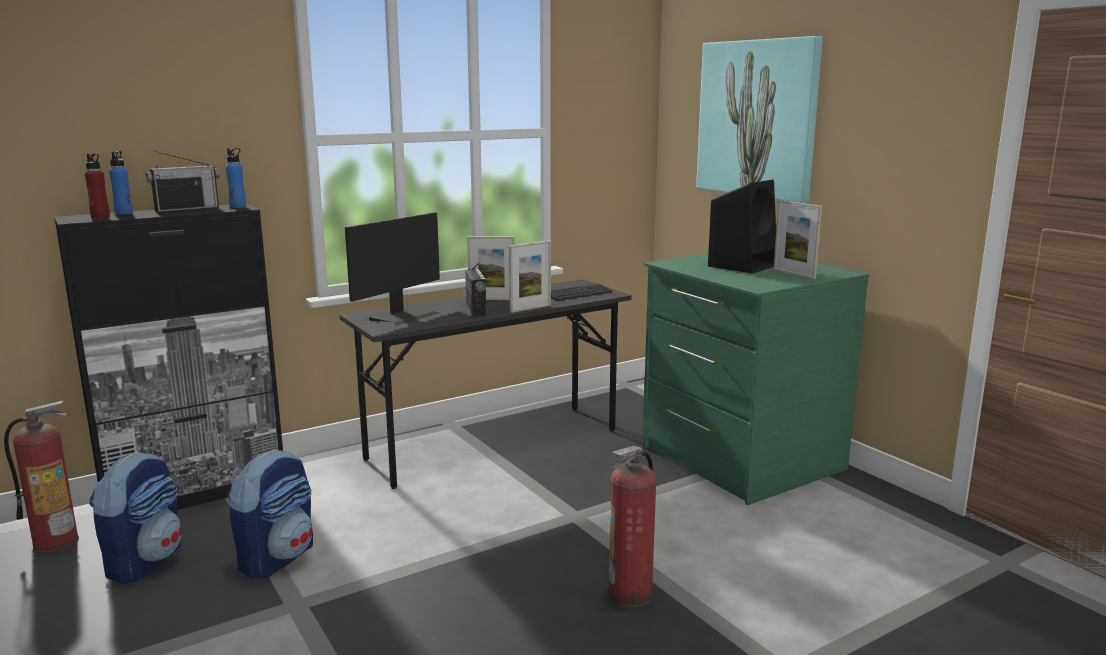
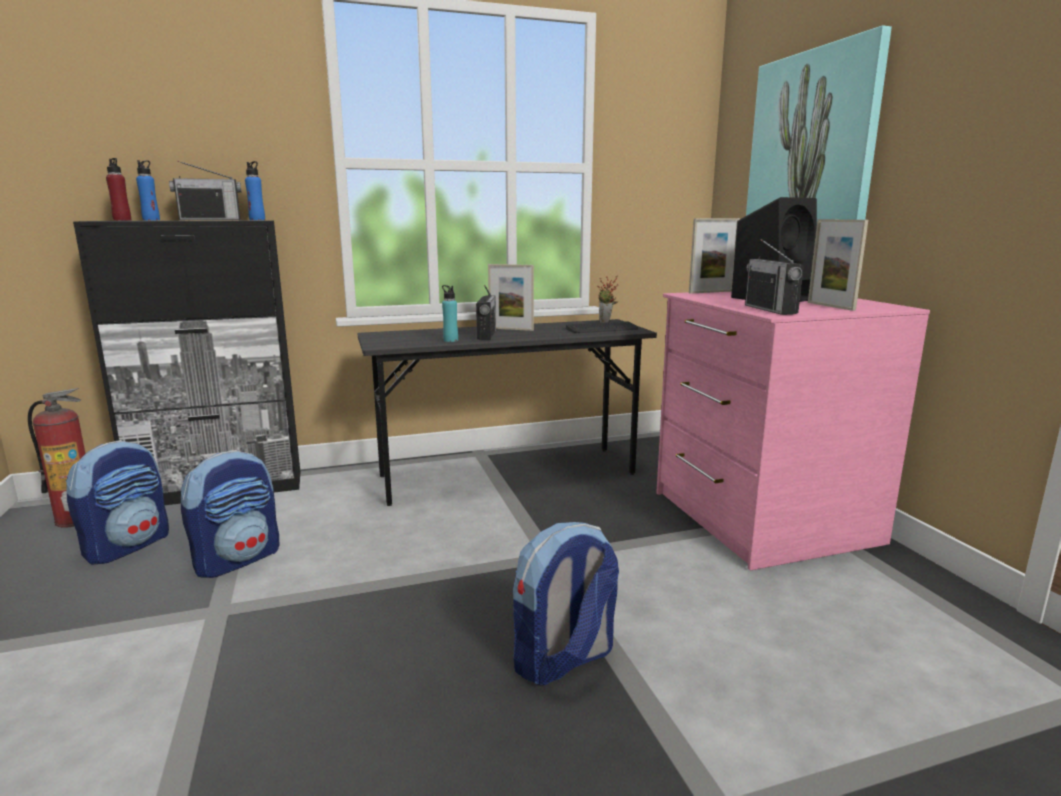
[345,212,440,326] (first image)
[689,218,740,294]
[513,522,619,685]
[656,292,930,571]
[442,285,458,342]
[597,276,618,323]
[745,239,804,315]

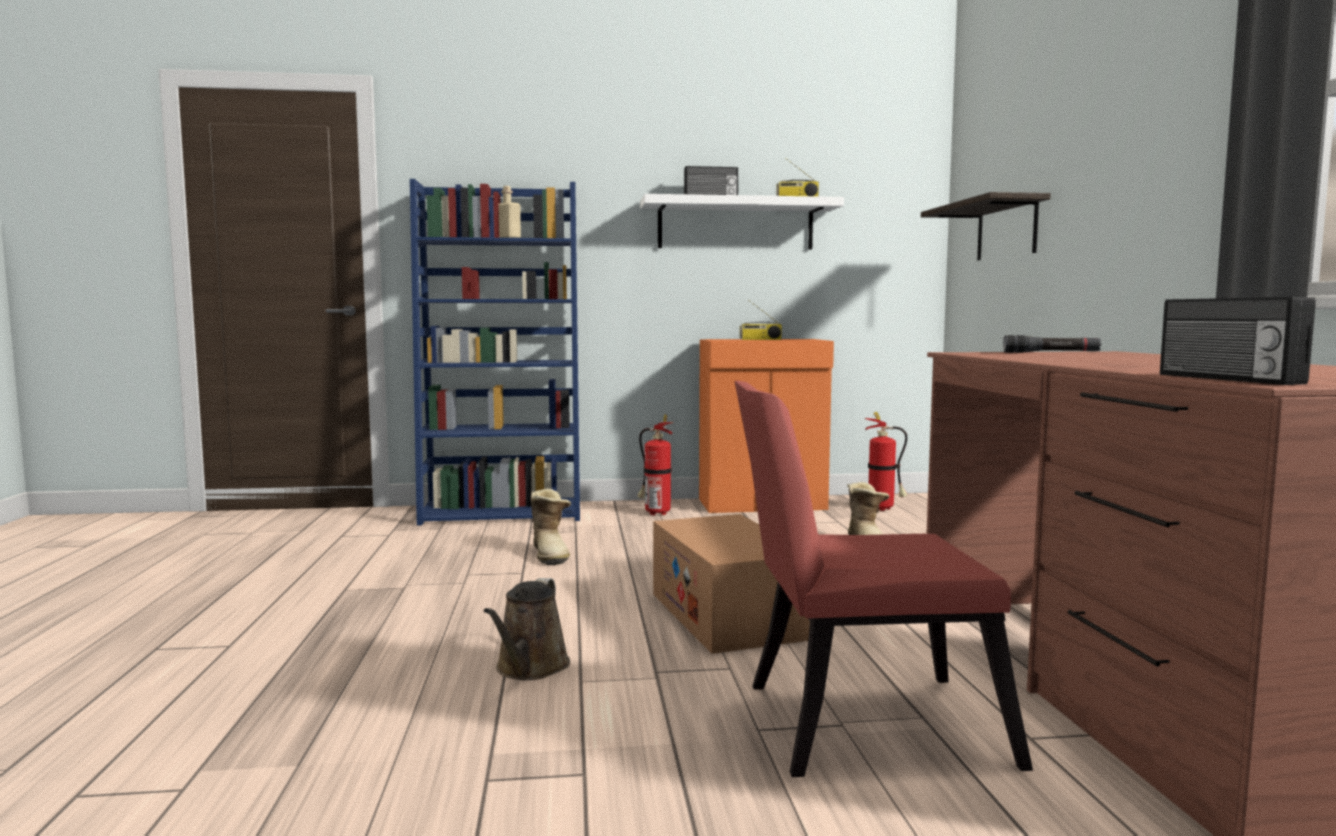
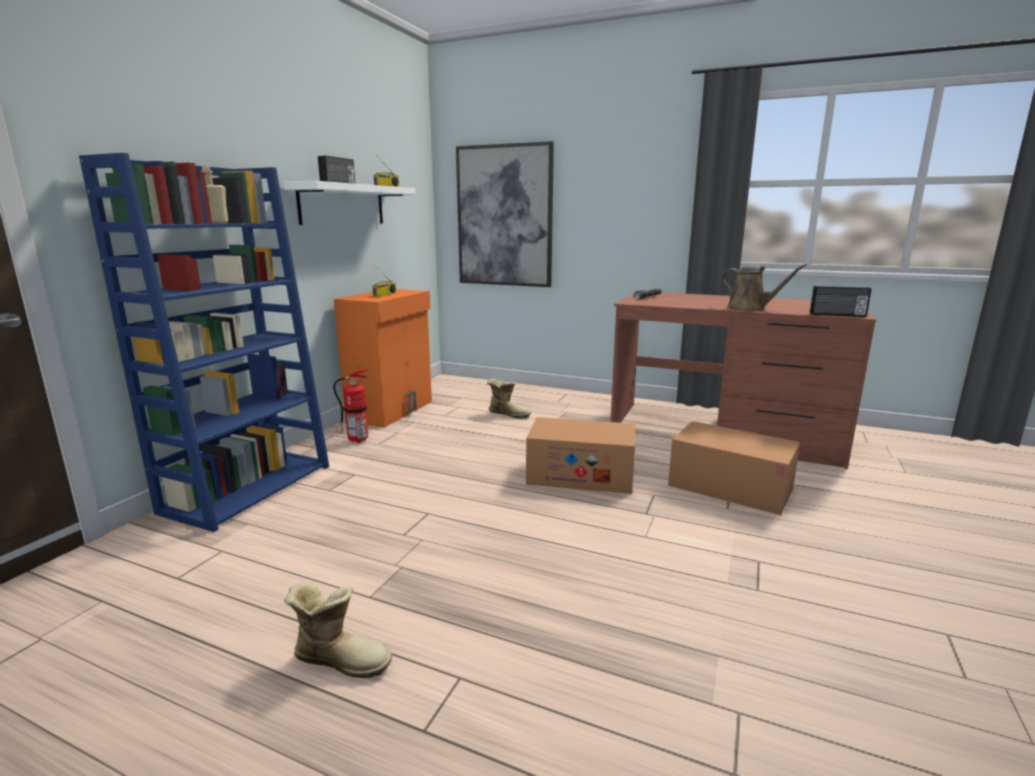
[722,264,807,311]
[284,583,392,678]
[668,421,800,515]
[864,411,907,511] (first image)
[456,141,554,287]

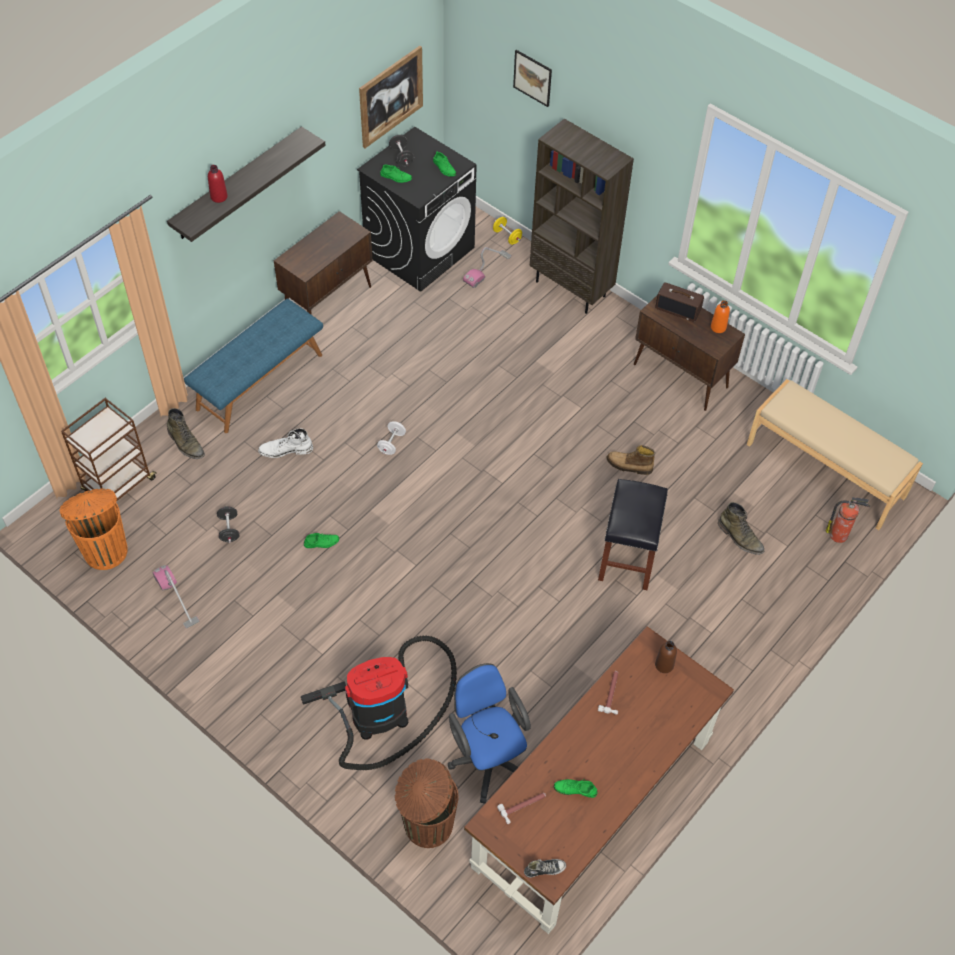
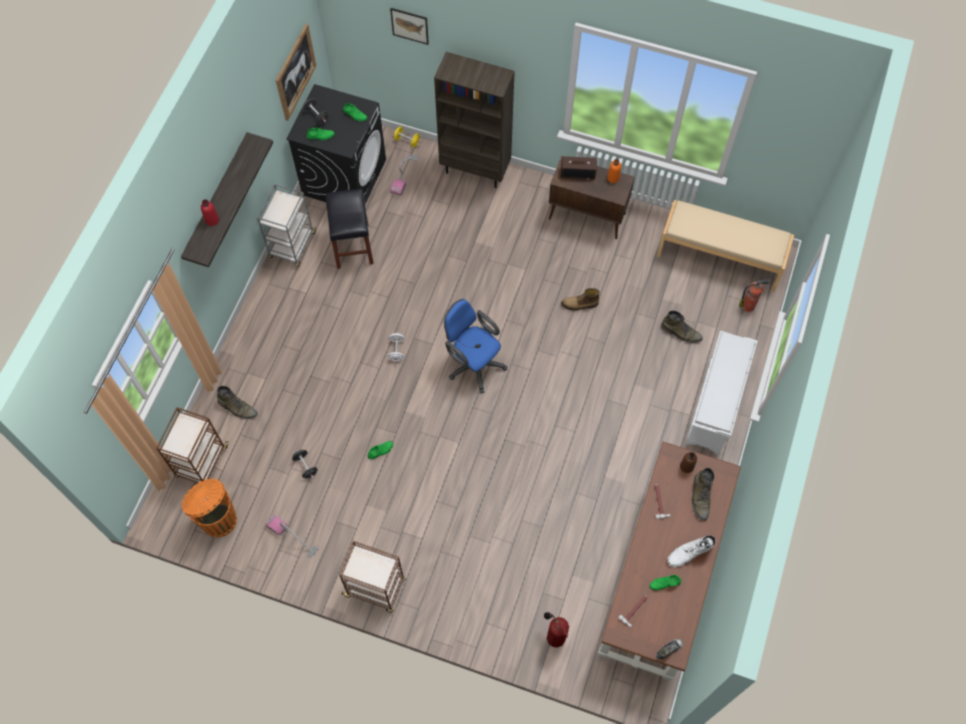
[184,299,323,433] (first image)
[667,535,716,567]
[257,184,316,266]
[301,635,457,770] (first image)
[544,612,569,648]
[444,299,507,394]
[325,189,374,269]
[339,541,405,613]
[686,331,757,455]
[692,468,714,521]

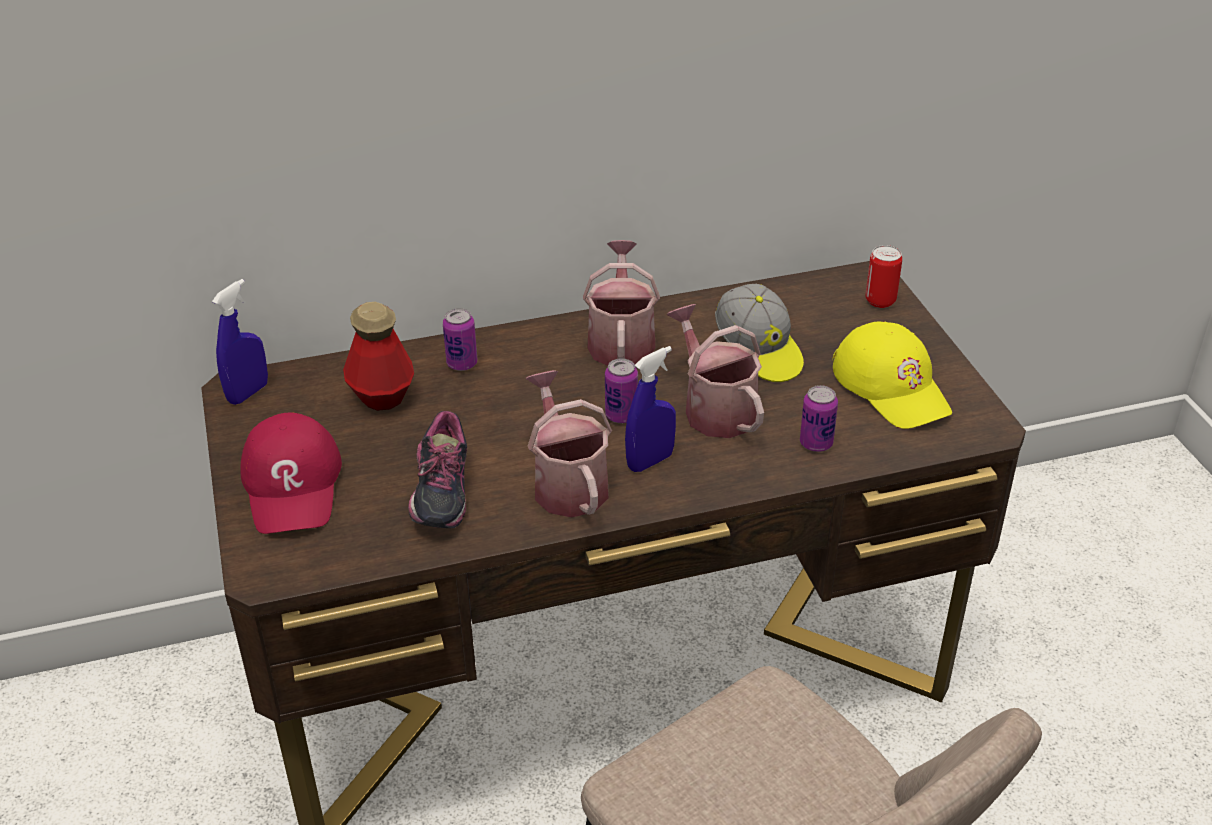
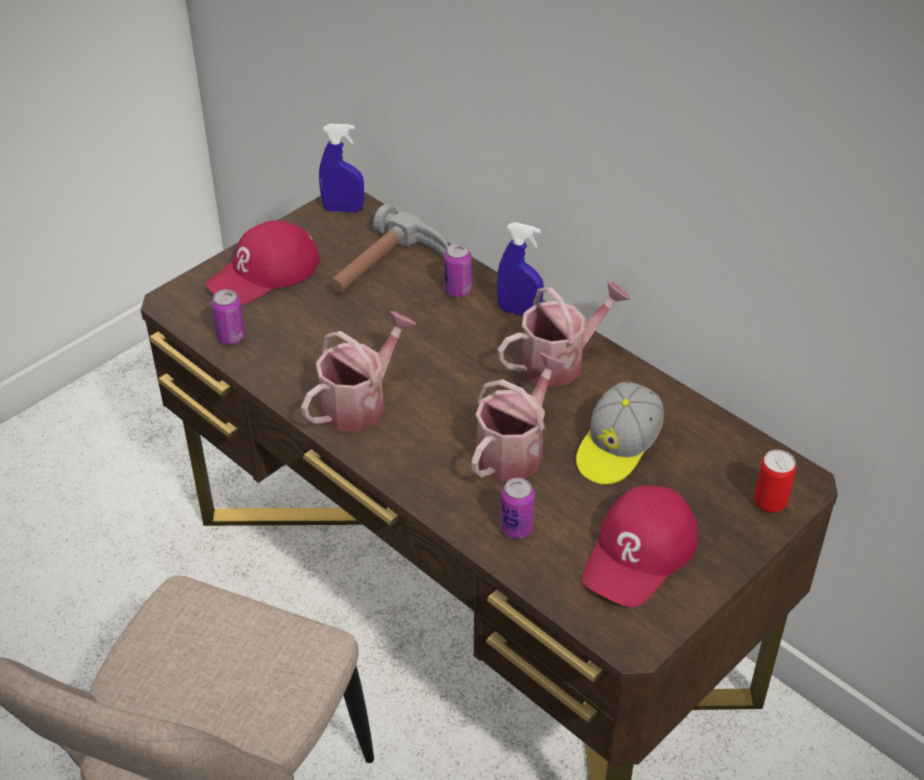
[331,204,448,293]
[408,411,467,528] (first image)
[211,289,245,345]
[497,222,544,316]
[582,485,698,607]

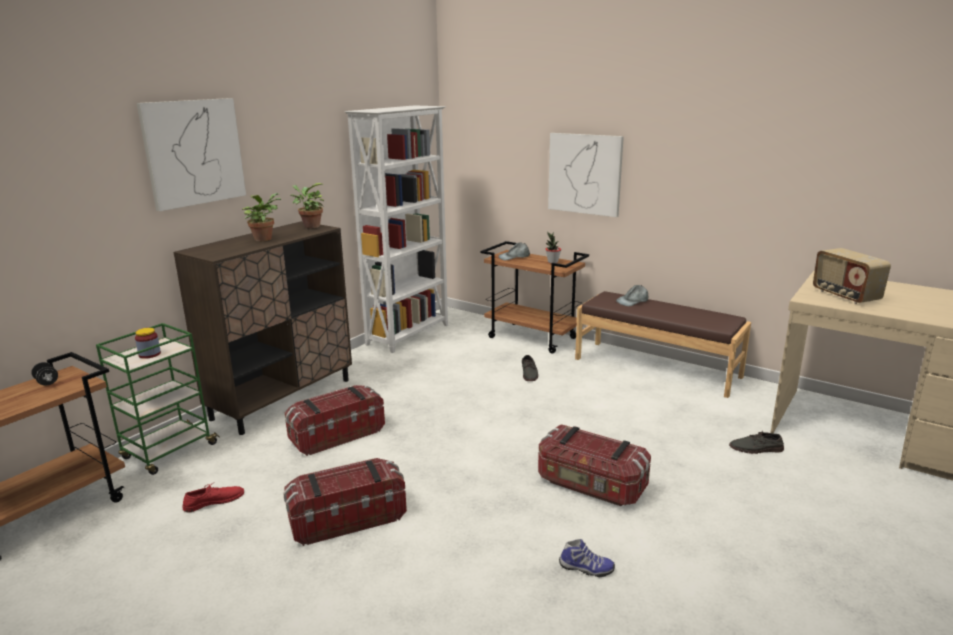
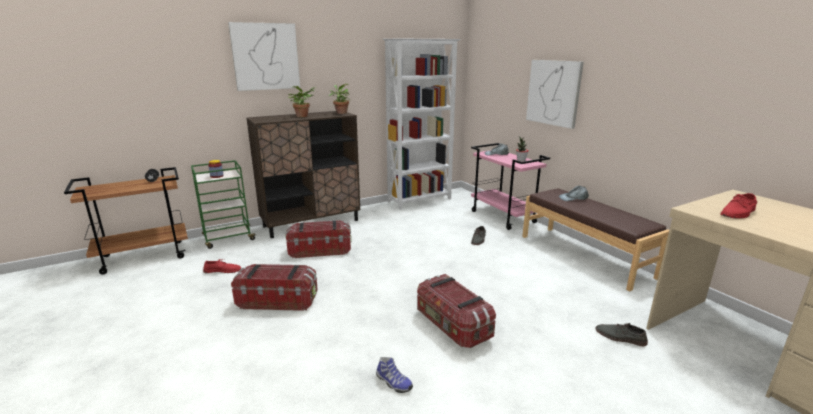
[471,143,550,230]
[720,193,757,219]

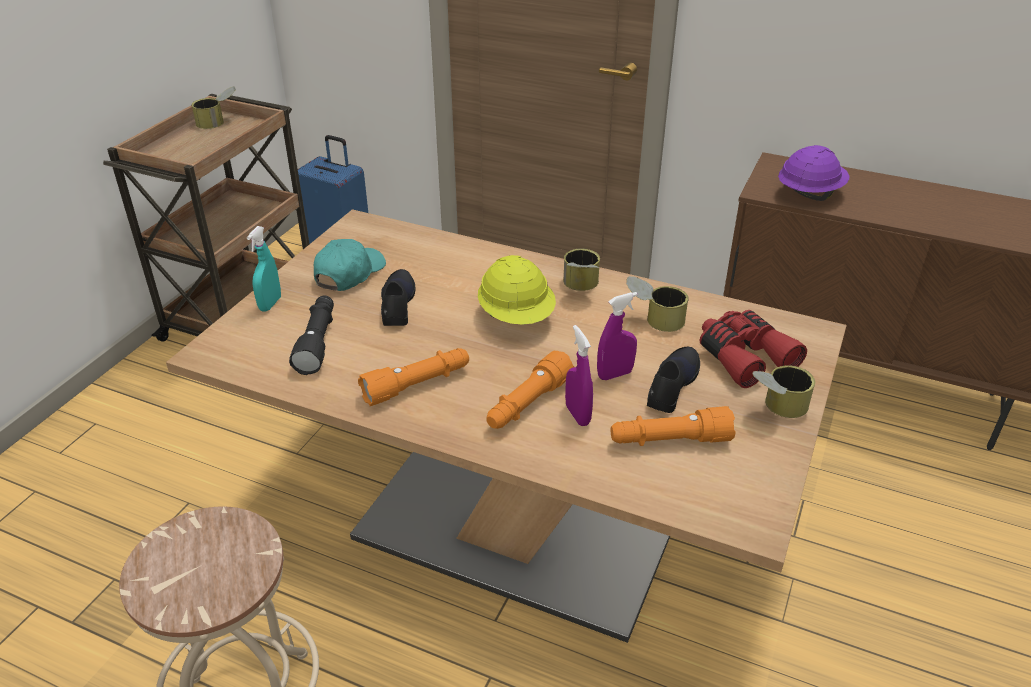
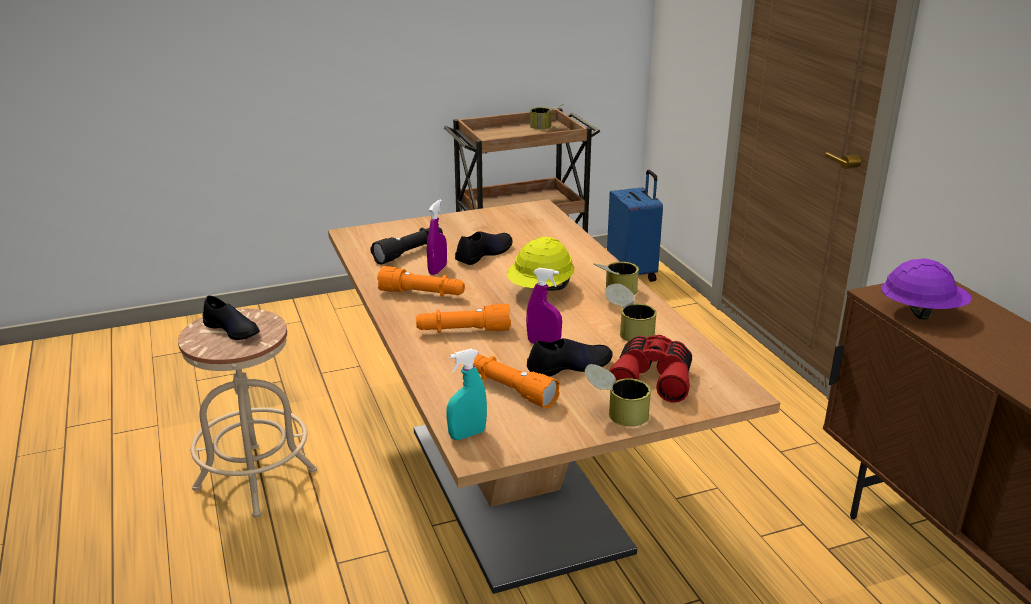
[447,349,487,440]
[314,239,386,291] (first image)
[427,200,447,275]
[203,295,260,340]

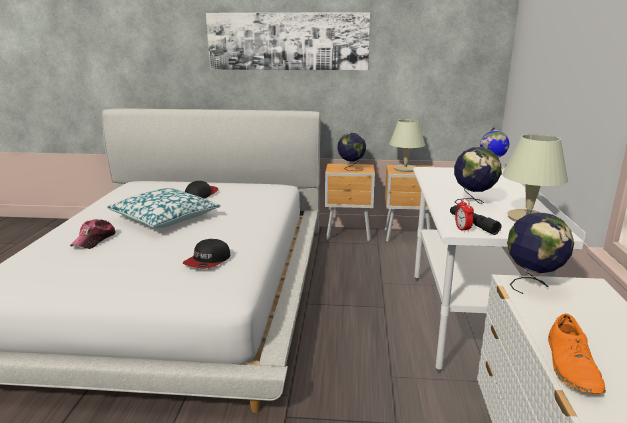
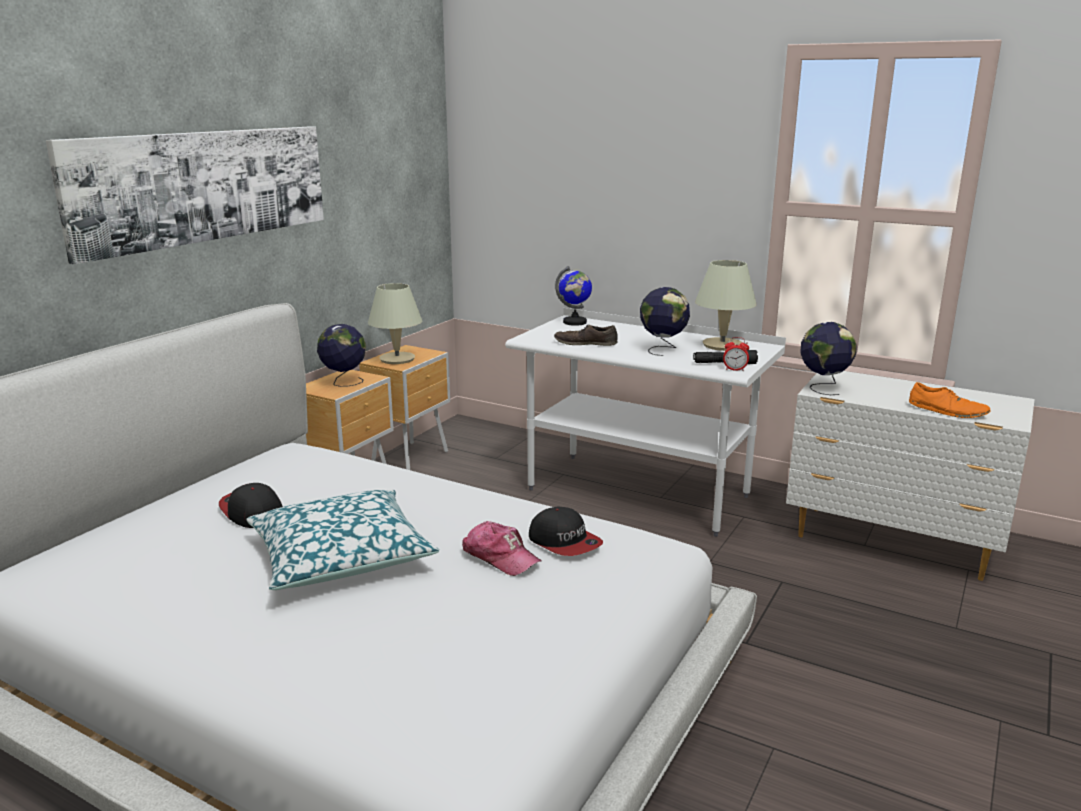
[462,521,541,576]
[554,324,618,346]

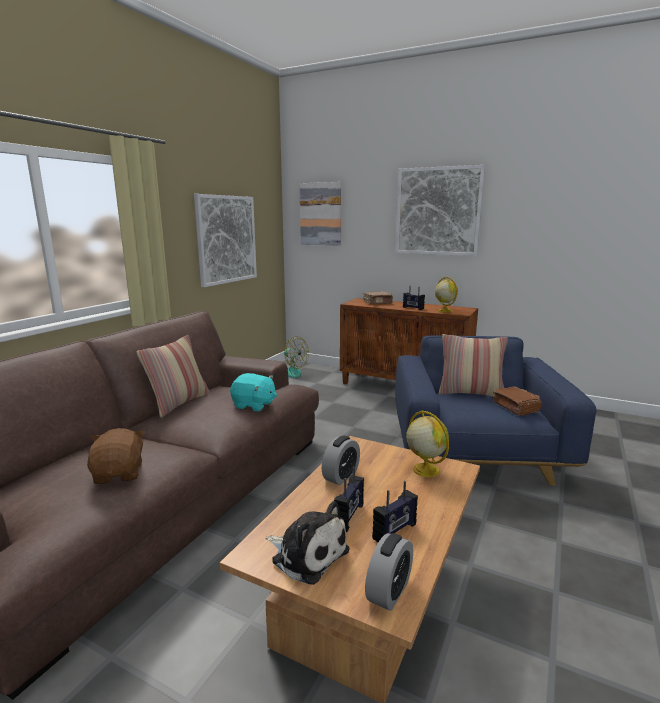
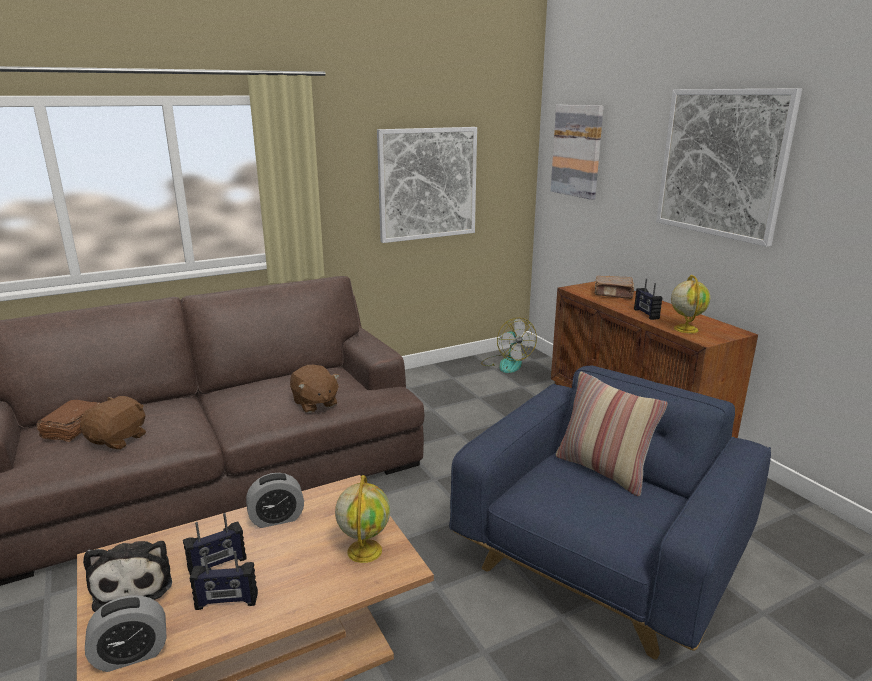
[137,335,210,418] (first image)
[290,365,340,413]
[37,400,100,442]

